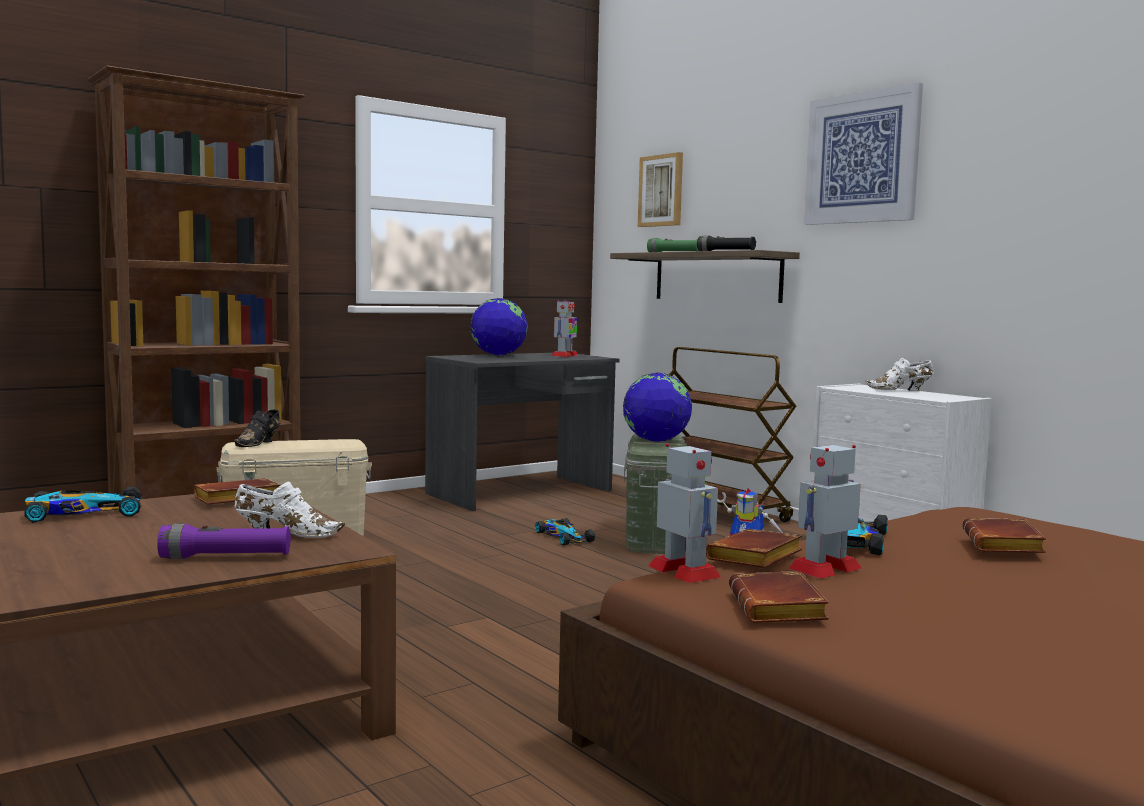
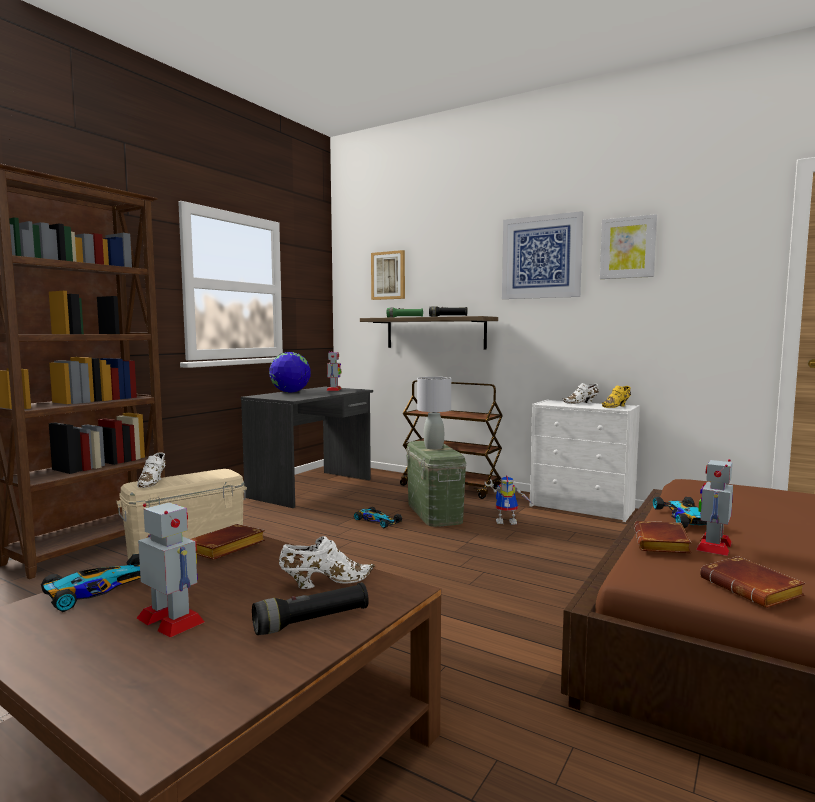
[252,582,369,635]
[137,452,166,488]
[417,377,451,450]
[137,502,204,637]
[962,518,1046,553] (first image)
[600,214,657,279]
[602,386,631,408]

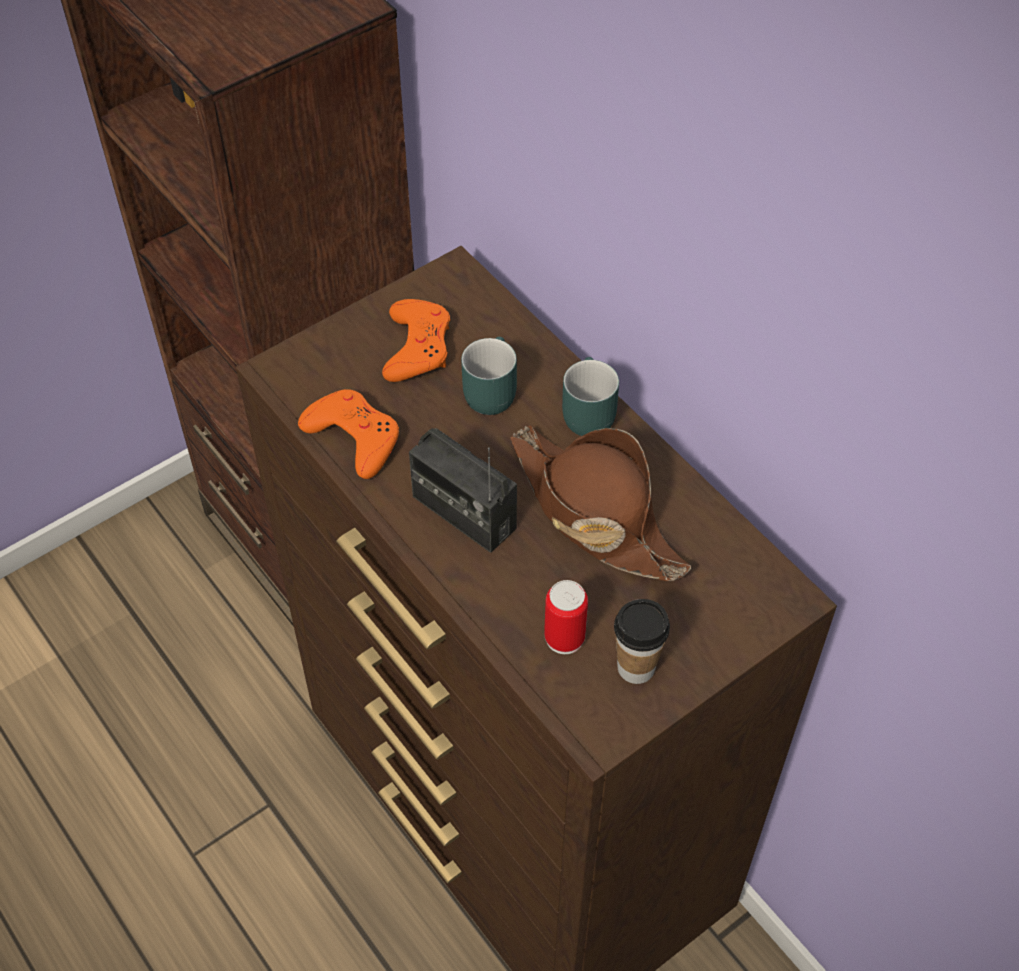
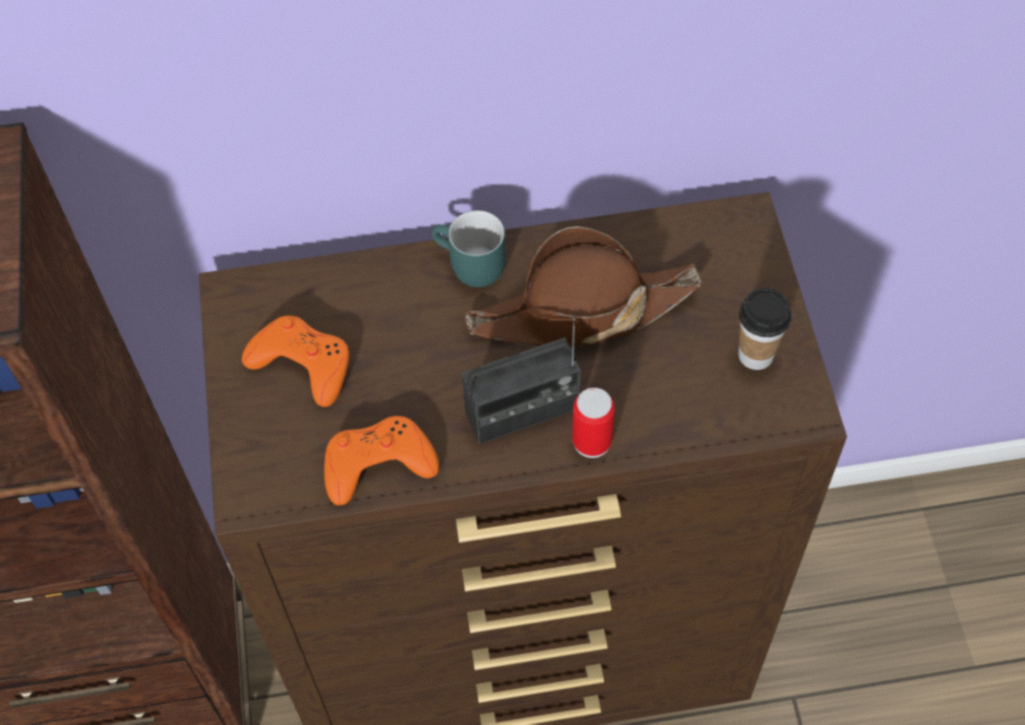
[461,337,517,415] (first image)
[572,388,615,458]

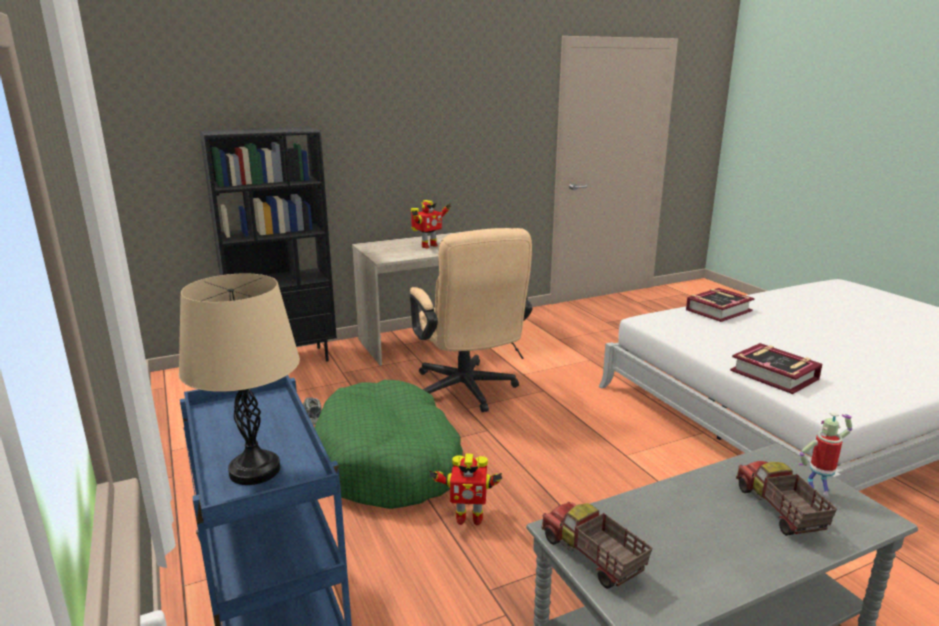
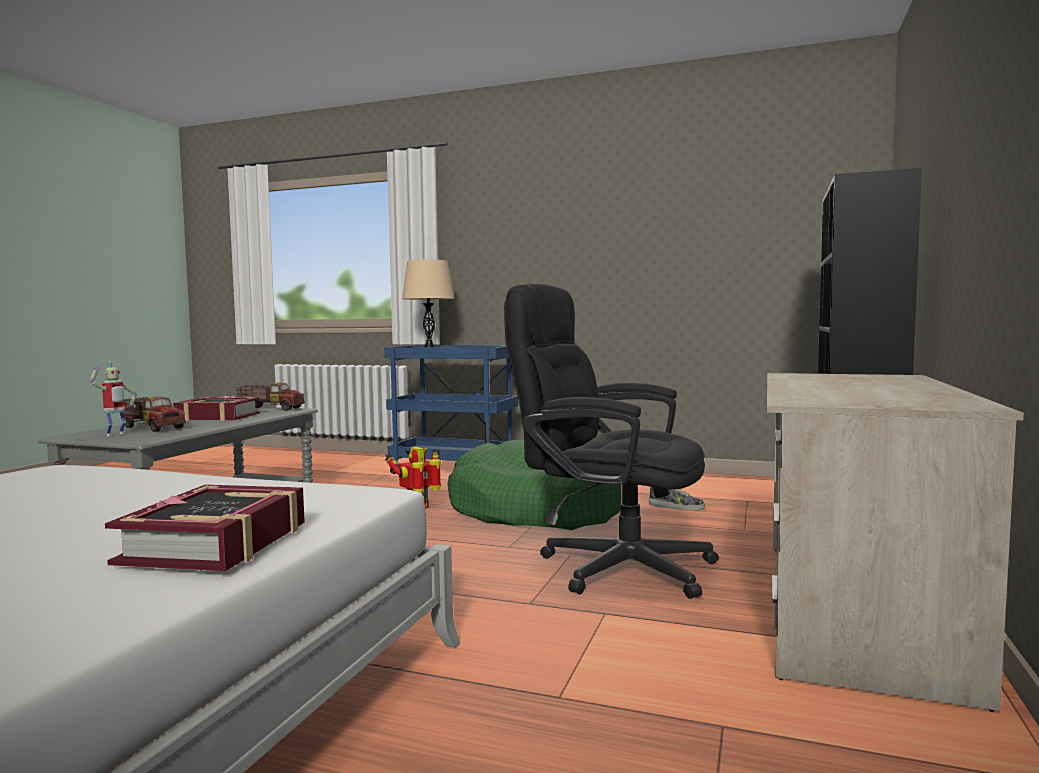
[504,283,719,599]
[411,200,451,248] (first image)
[173,396,260,421]

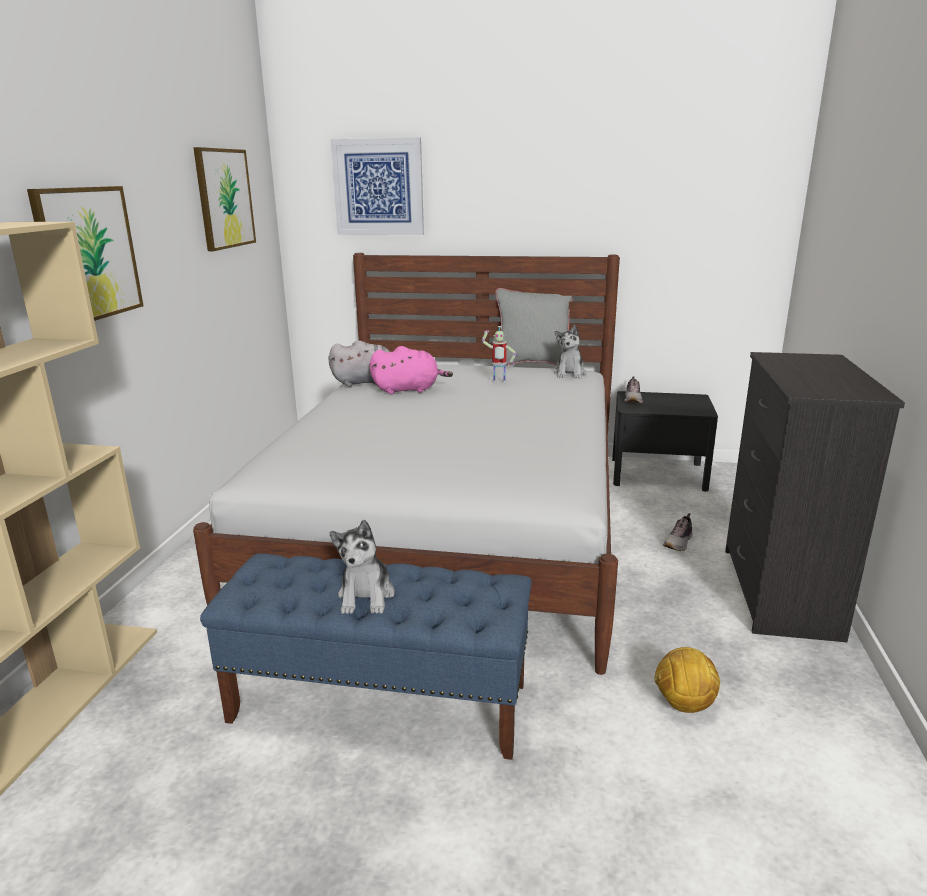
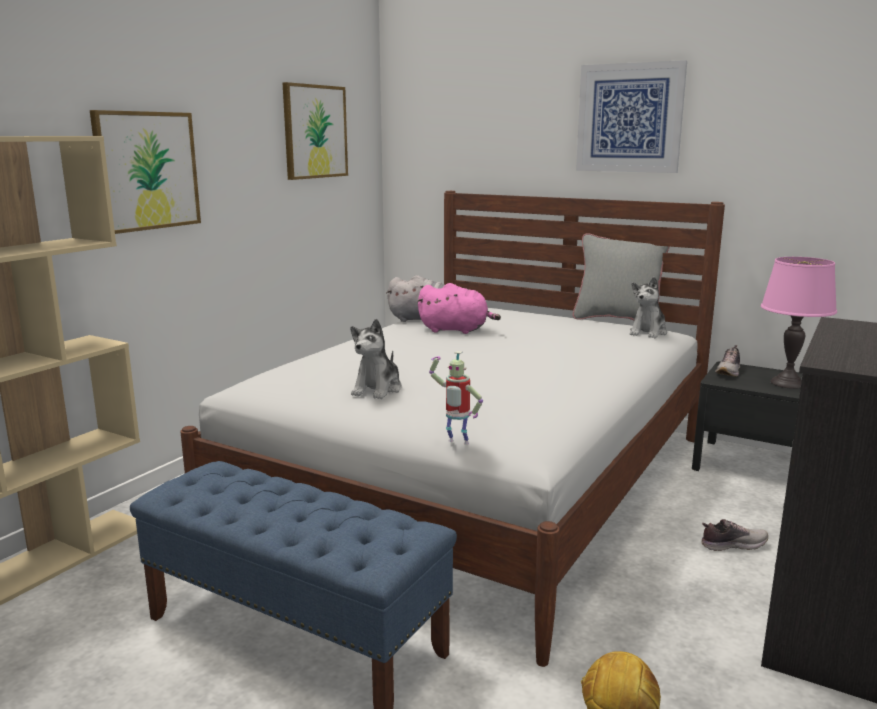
[350,319,402,399]
[576,60,687,173]
[429,351,483,445]
[701,519,768,551]
[761,257,837,389]

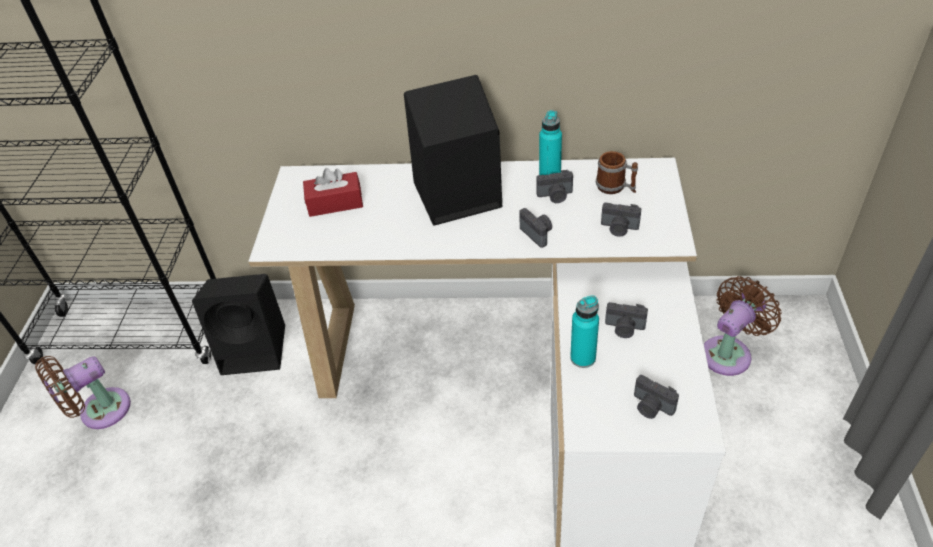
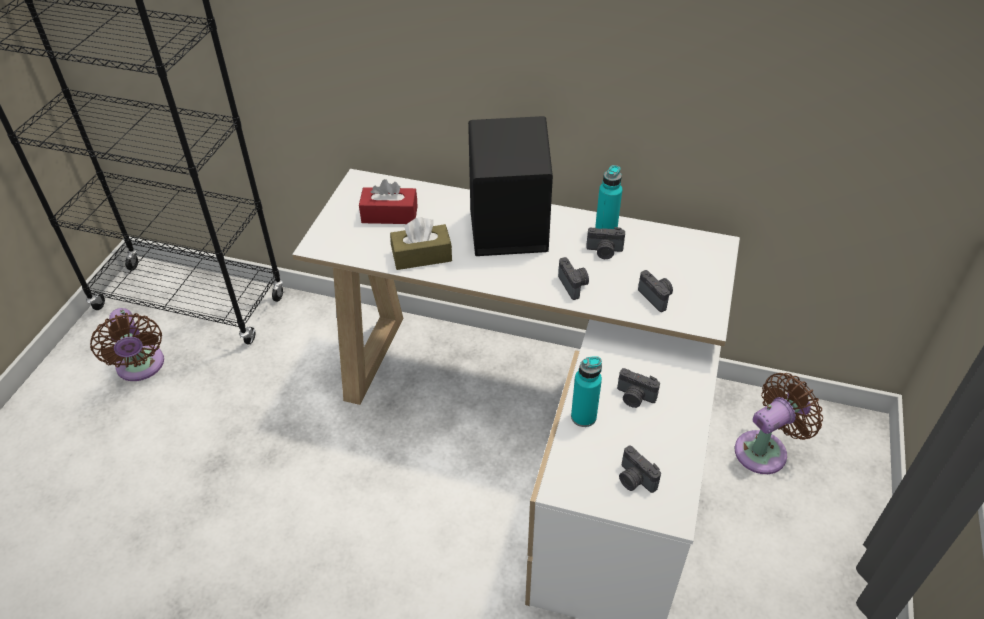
[90,308,164,381]
[192,274,285,375] (first image)
[596,151,638,194] (first image)
[638,270,673,312]
[390,217,452,270]

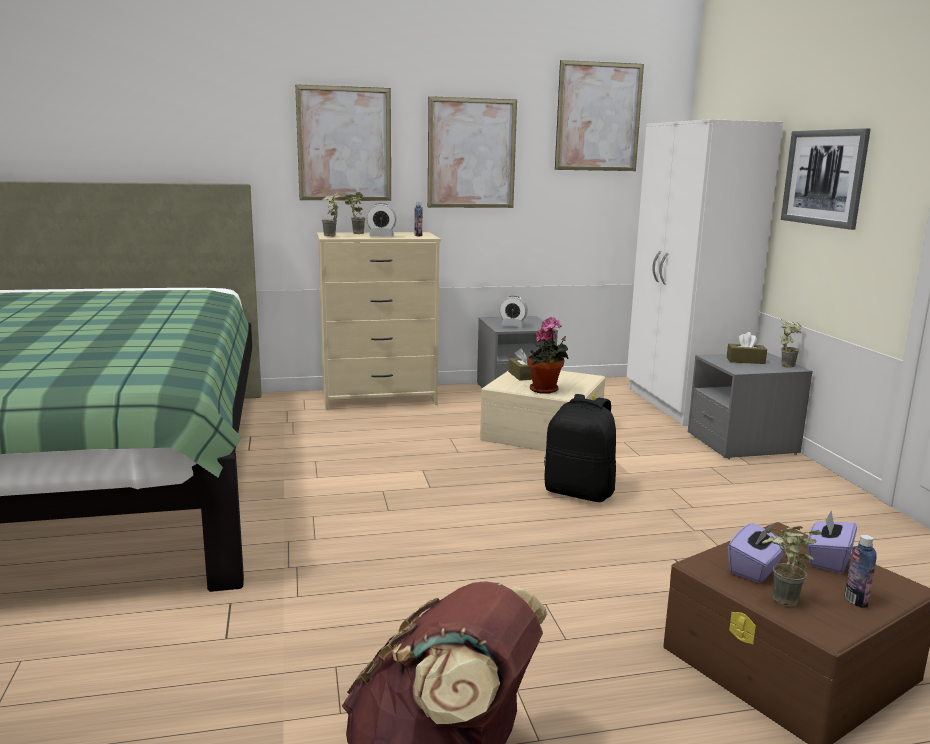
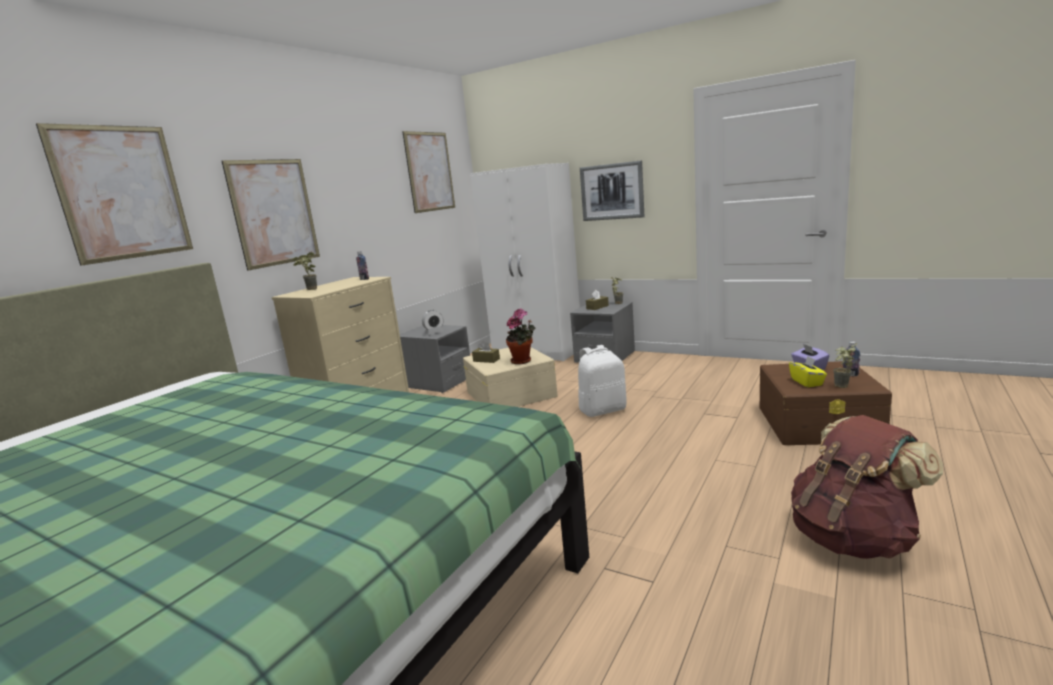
[322,192,340,237] (first image)
[366,203,396,236] (first image)
[36,123,193,266]
[578,345,627,417]
[789,356,827,387]

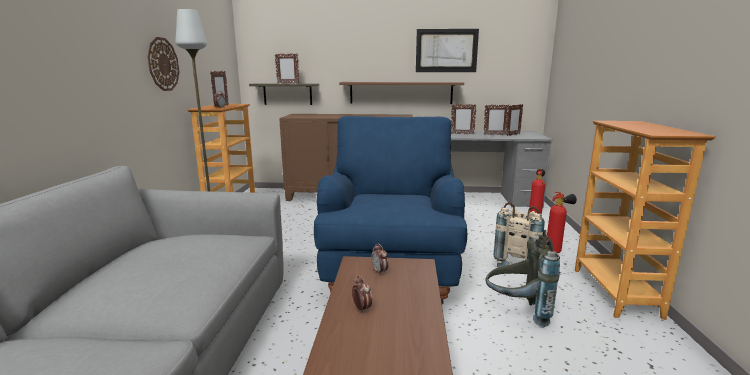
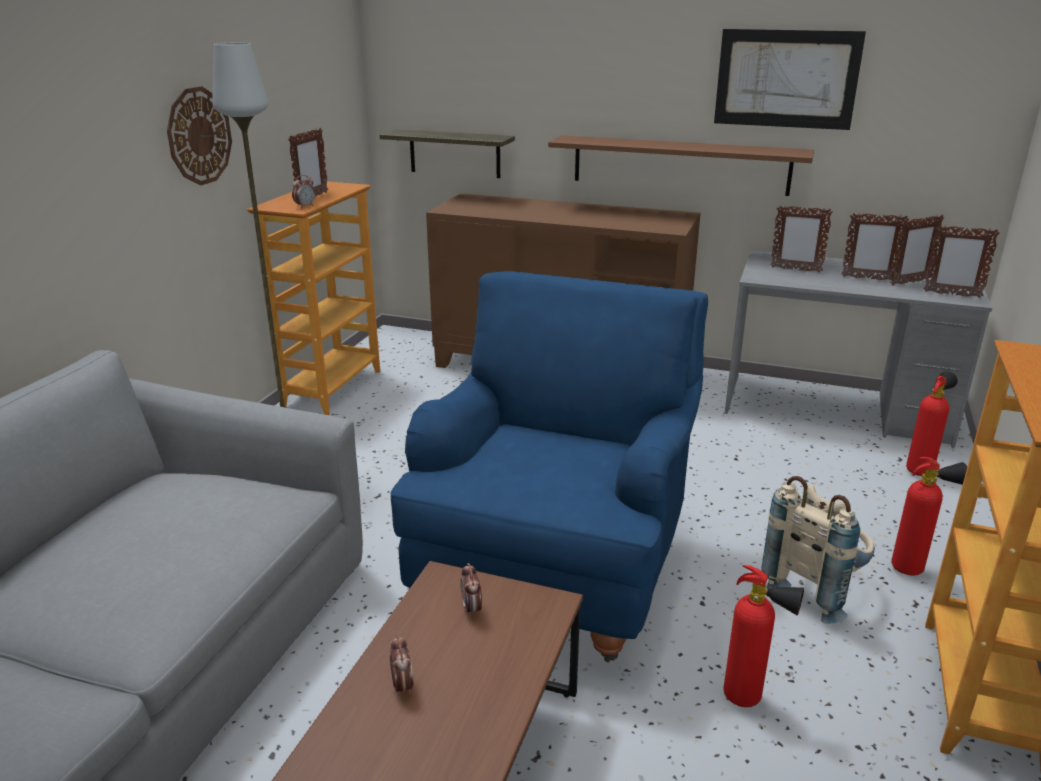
[923,225,1000,298]
[724,565,804,707]

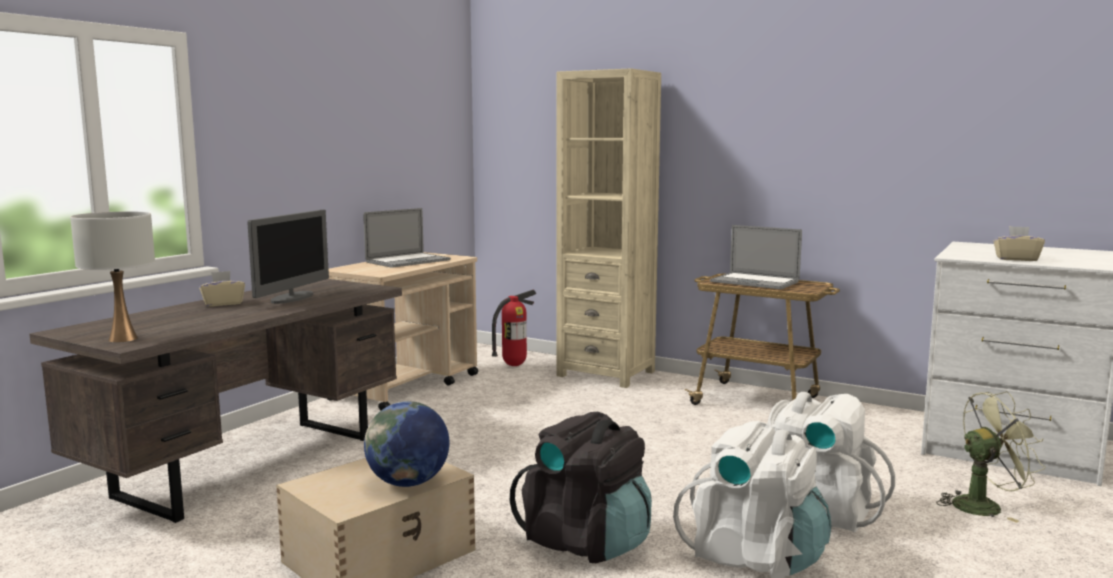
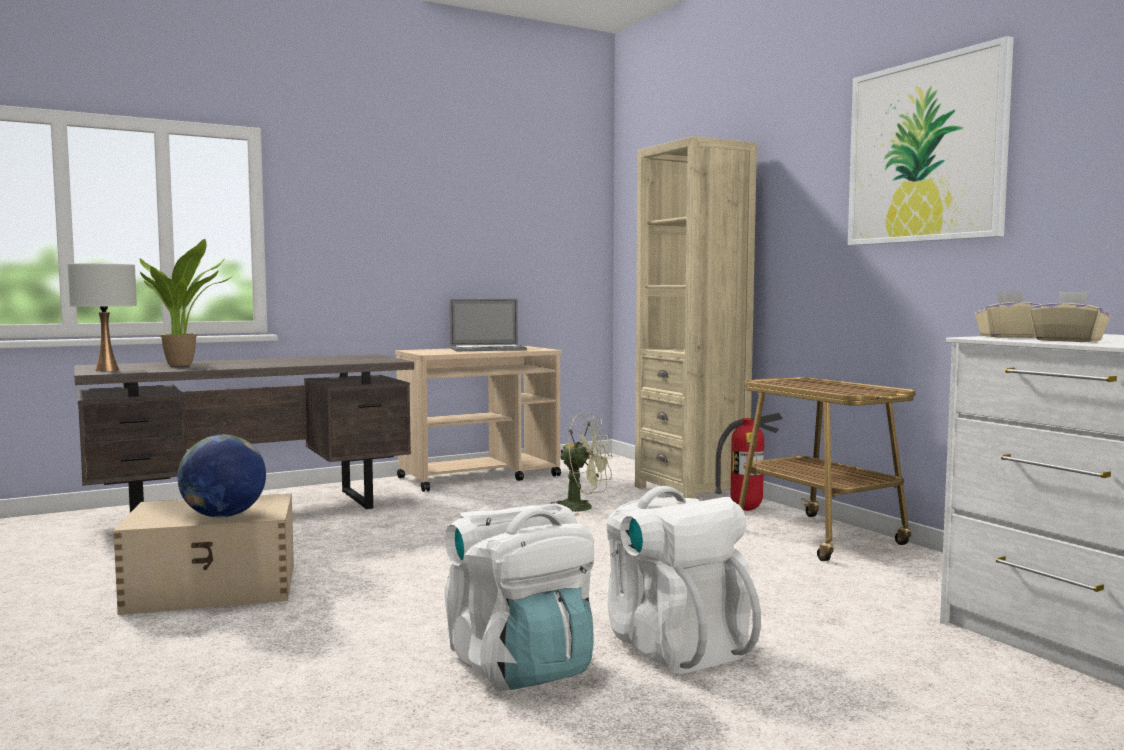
[974,291,1040,338]
[247,210,329,304] (first image)
[715,413,783,511]
[510,412,652,563] (first image)
[710,225,802,289] (first image)
[551,413,612,516]
[140,239,231,366]
[848,36,1014,245]

